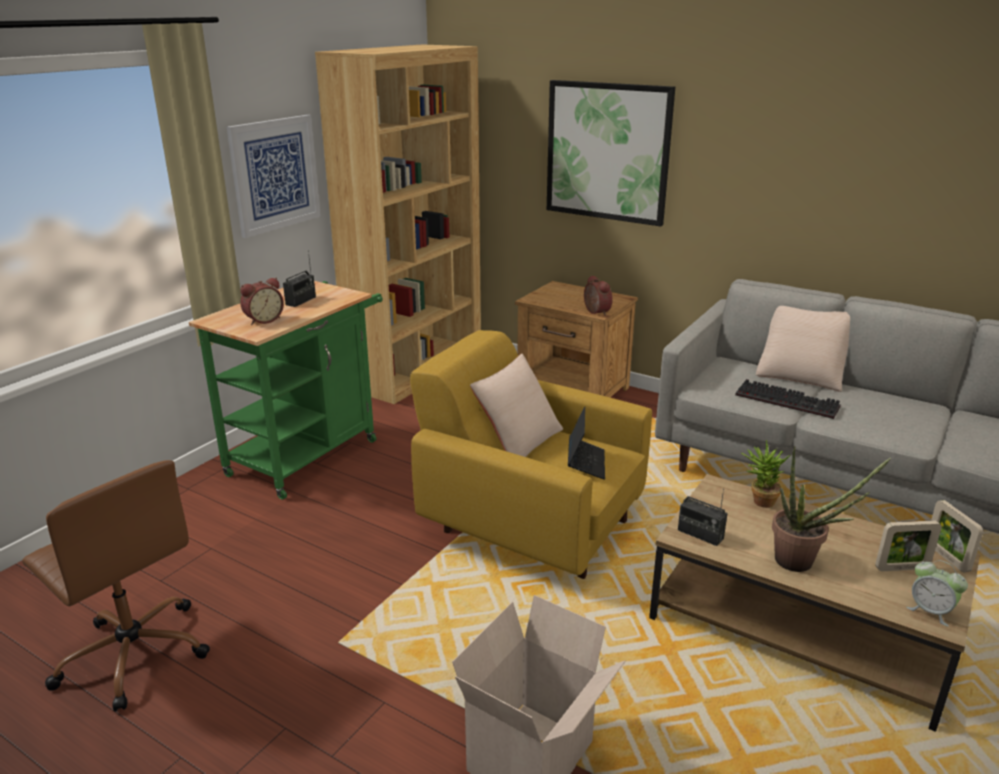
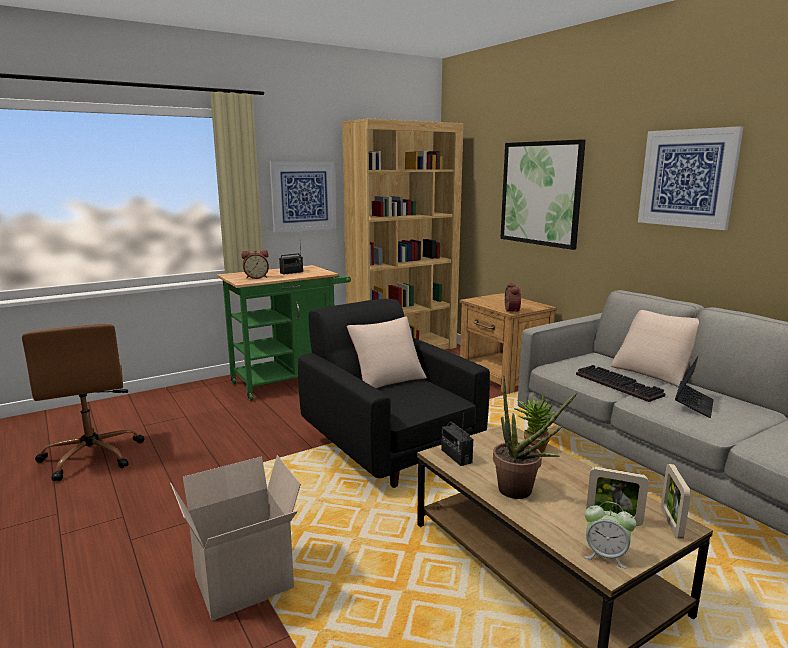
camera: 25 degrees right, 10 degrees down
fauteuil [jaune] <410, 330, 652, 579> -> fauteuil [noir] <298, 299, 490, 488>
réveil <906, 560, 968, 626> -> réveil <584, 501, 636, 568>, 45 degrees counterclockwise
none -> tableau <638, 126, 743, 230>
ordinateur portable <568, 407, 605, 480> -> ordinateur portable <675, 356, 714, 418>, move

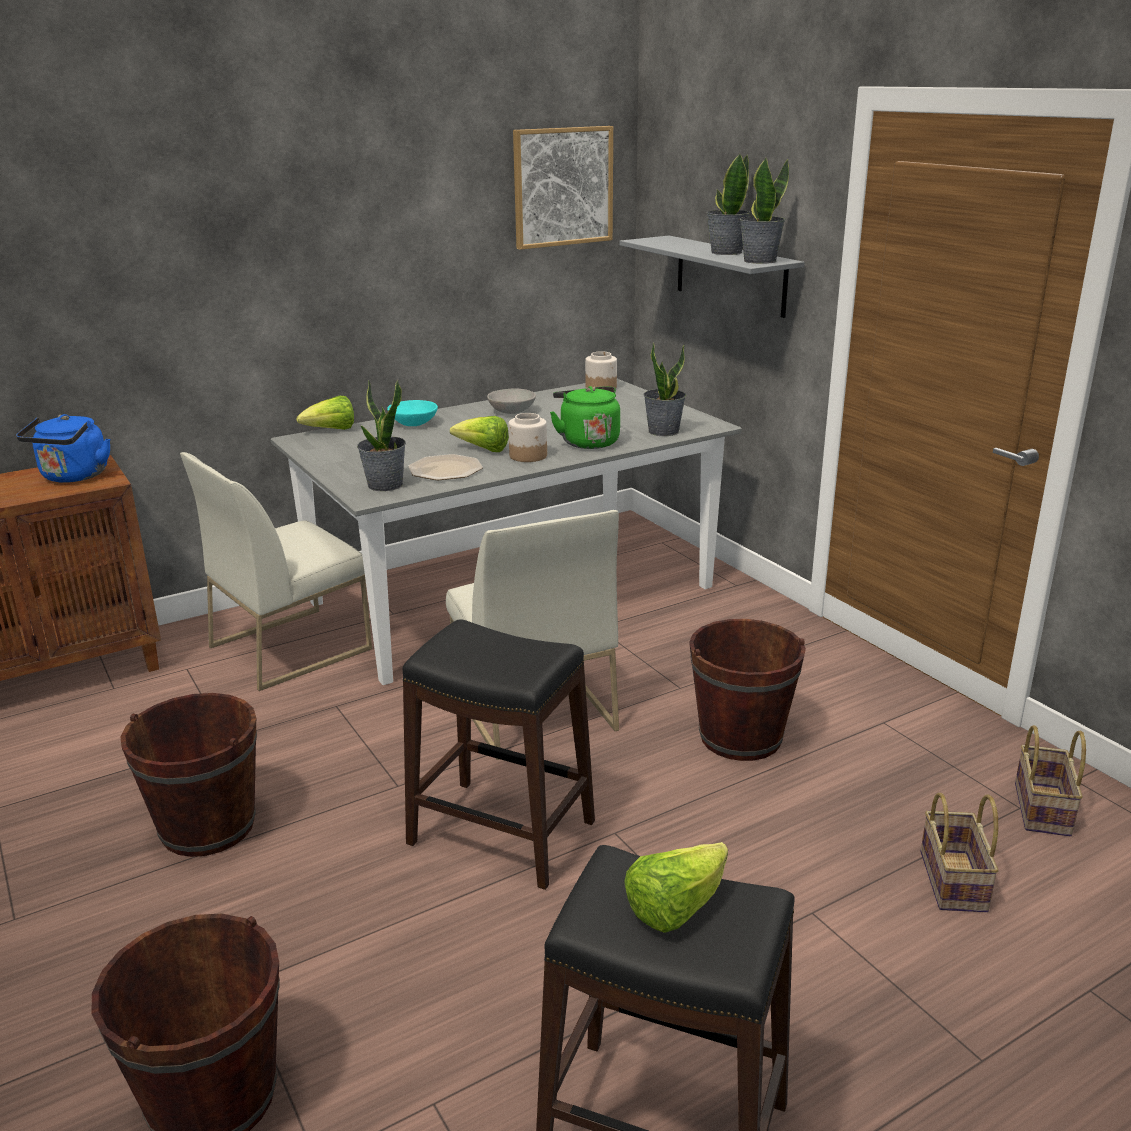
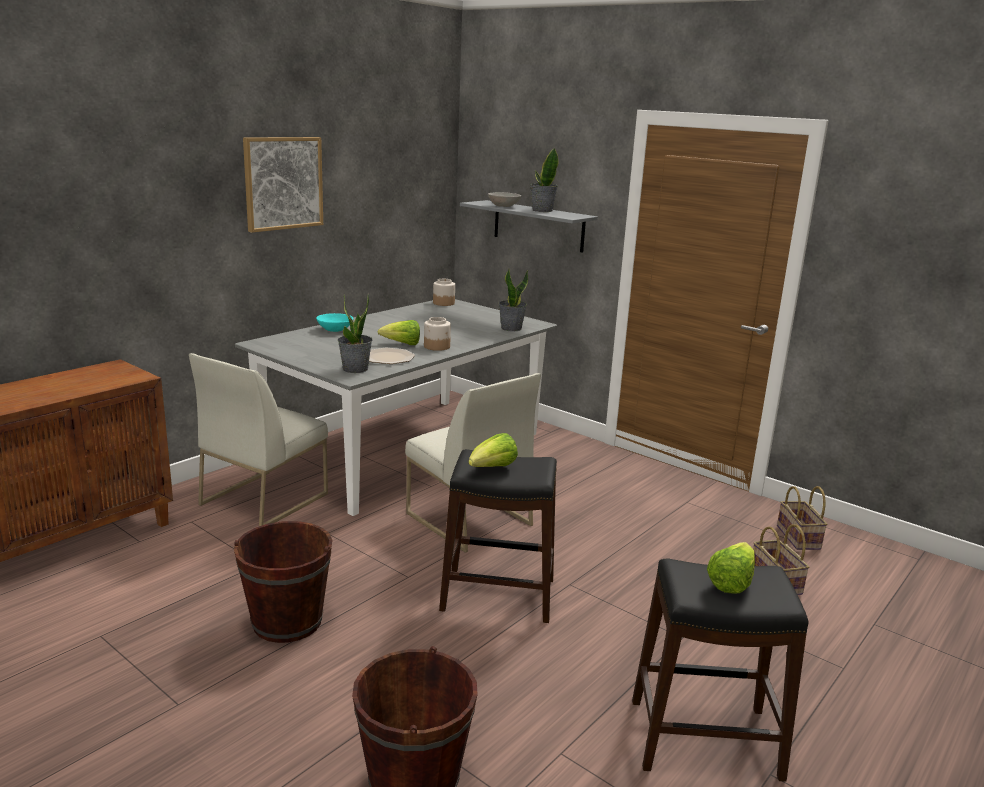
camera: 20 degrees left, 5 degrees down
tableau <513, 126, 613, 250> -> tableau <243, 137, 323, 233>, move
laitue <297, 396, 354, 430> -> laitue <468, 433, 518, 467>, move
bol [gris] <487, 388, 536, 414> -> bol [gris] <488, 192, 521, 207>, move
bouilloire [bleu] <16, 414, 110, 483> -> none
bouilloire [vert] <550, 386, 620, 449> -> none
seau [marron] <689, 619, 806, 761> -> none
plante en pot <740, 157, 789, 264> -> none

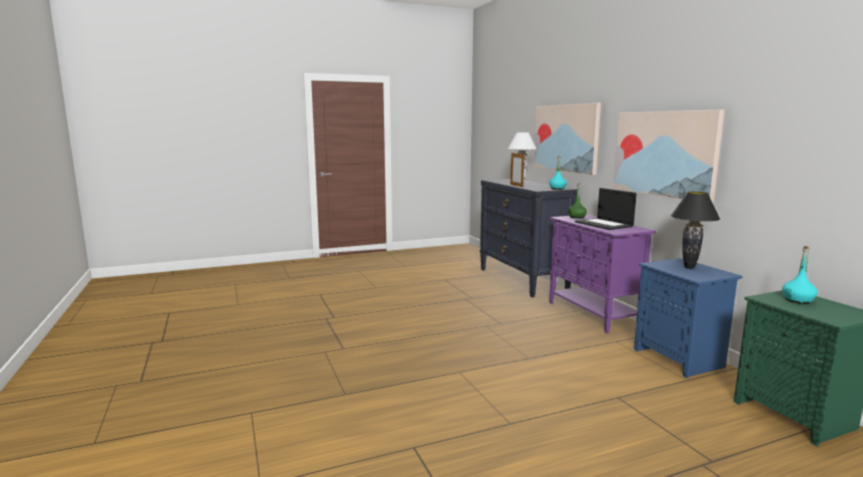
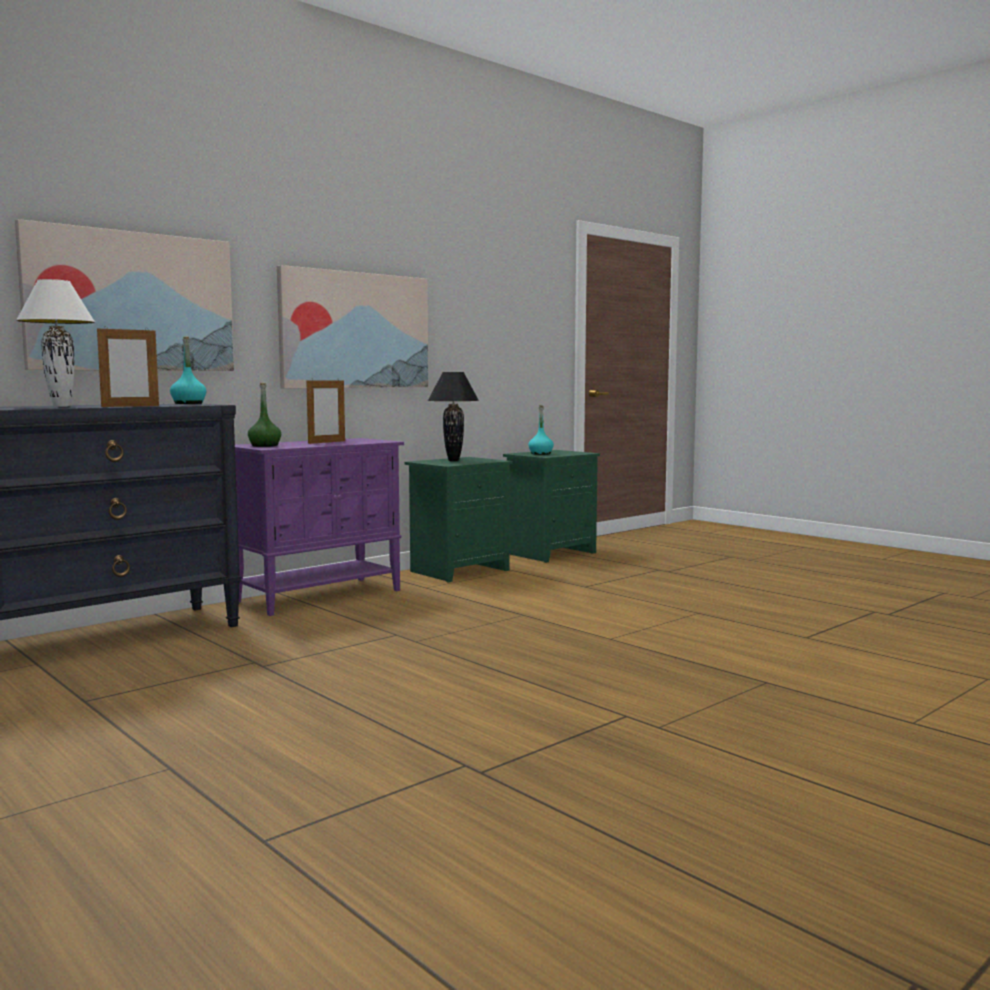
camera: 110 degrees left, 5 degrees down
ordinateur portable <575, 188, 637, 230> -> cadre photo <306, 378, 345, 444>
table de chevet [bleu] <634, 258, 742, 378> -> table de chevet [vert] <405, 457, 512, 582>

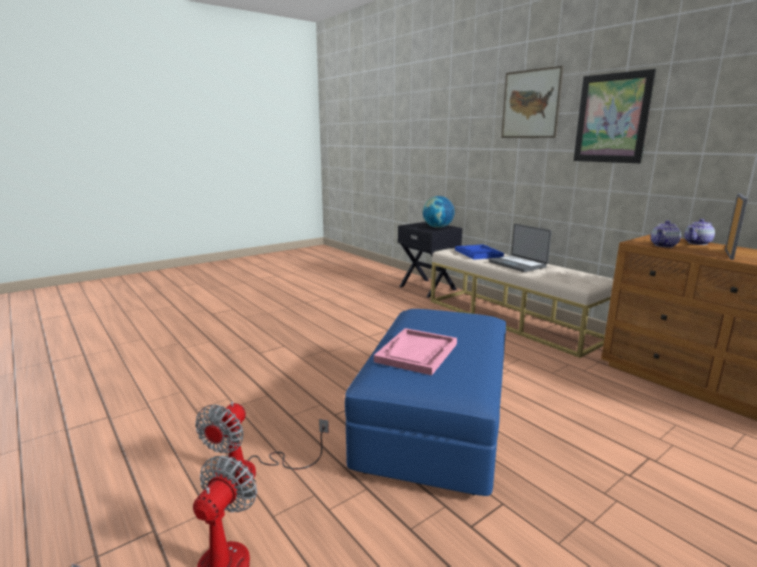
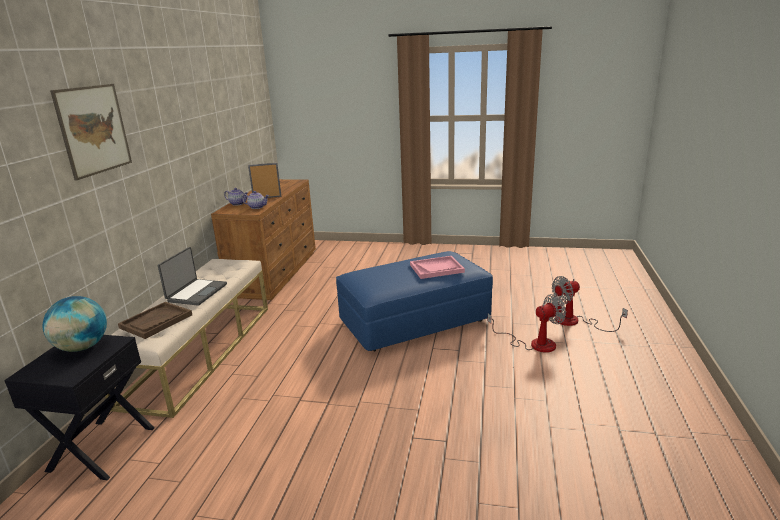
camera: 130 degrees left, 5 degrees up
plateau [bleu] <455, 244, 504, 260> -> plateau [marron] <118, 302, 192, 339>
tableau <573, 69, 656, 163> -> none

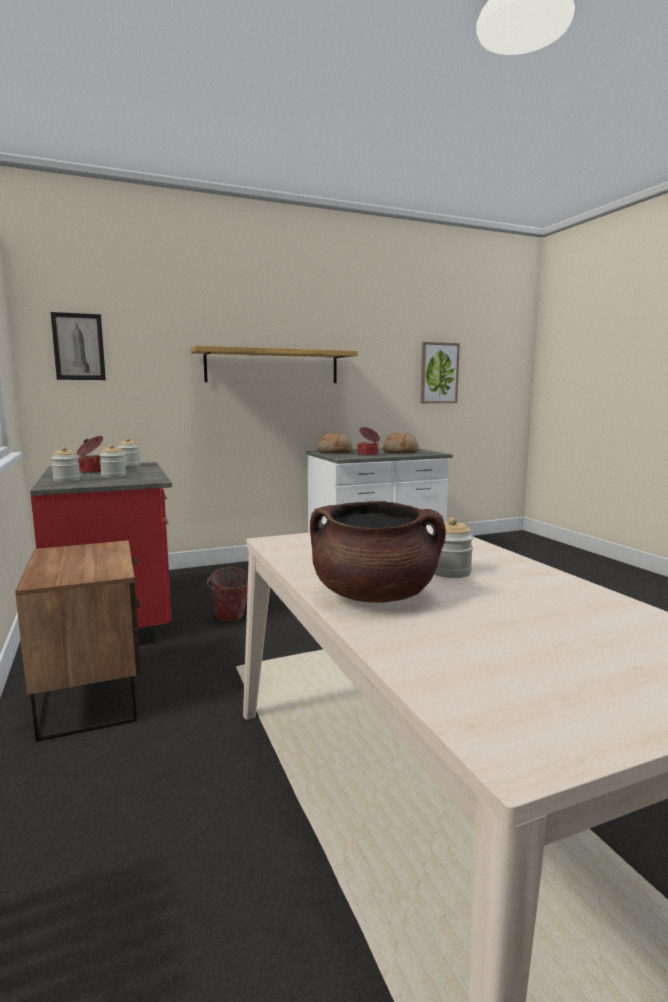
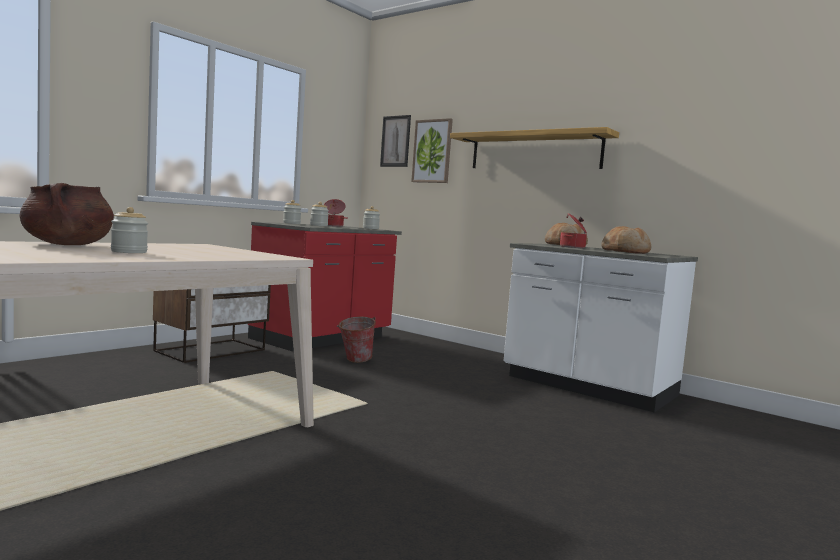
camera: 60 degrees right, 5 degrees down
tableau <420, 342, 460, 403> -> tableau <411, 118, 453, 183>, move

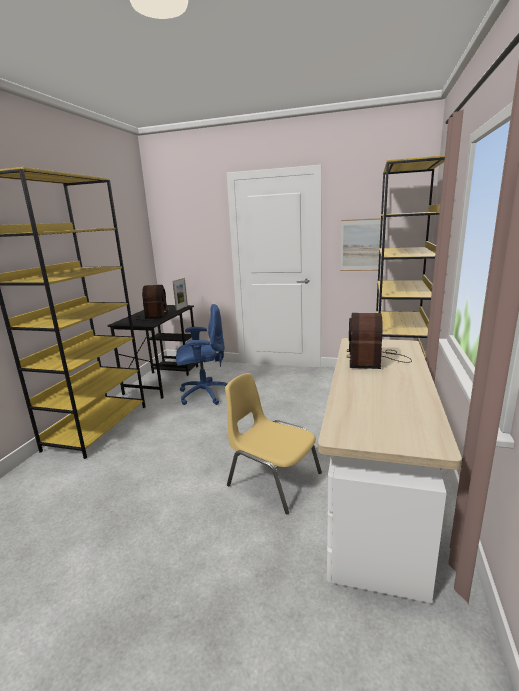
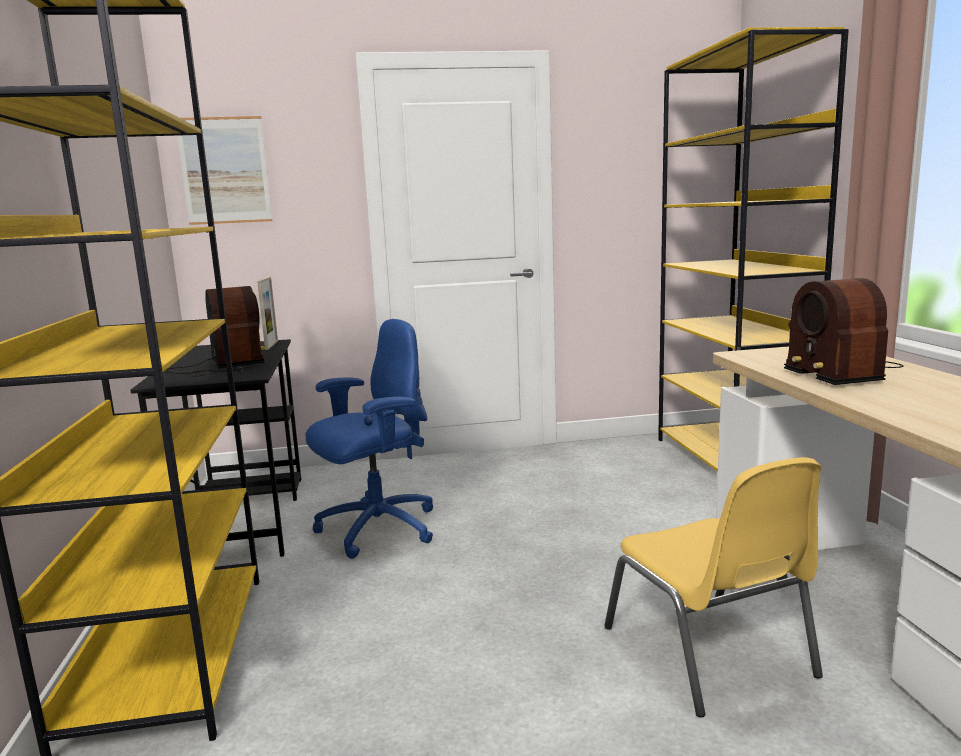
camera: 25 degrees left, 5 degrees down
tableau <340, 218, 384, 271> -> tableau <178, 116, 272, 225>, move
chaise [jaune] <225, 373, 322, 514> -> chaise [jaune] <604, 457, 823, 717>, 120 degrees counterclockwise

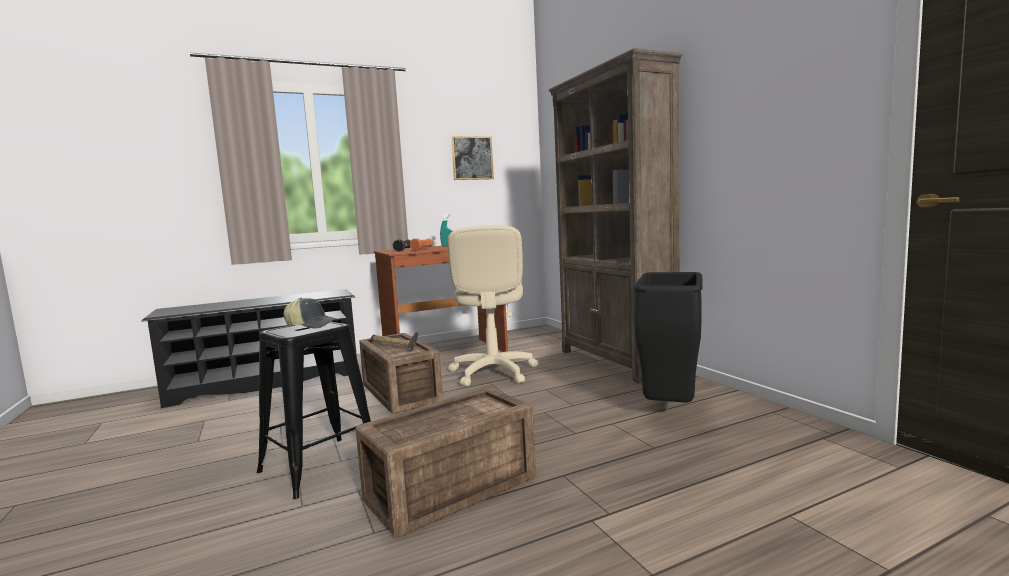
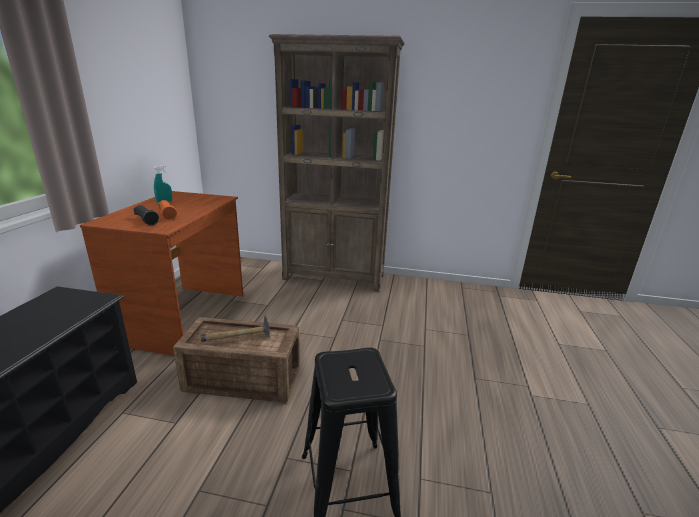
camera: 55 degrees left, 15 degrees up
casquette <284, 298, 339, 329> -> none
caisse <355, 387, 536, 538> -> none
chaise de bureau [beige] <447, 225, 538, 386> -> none
tableau <451, 136, 494, 180> -> none
poubelle [noir] <633, 272, 703, 403> -> none

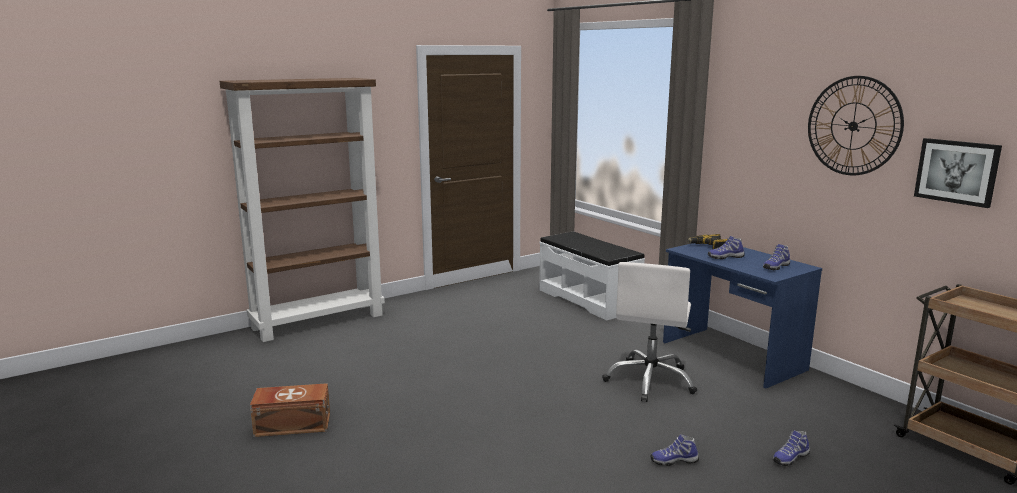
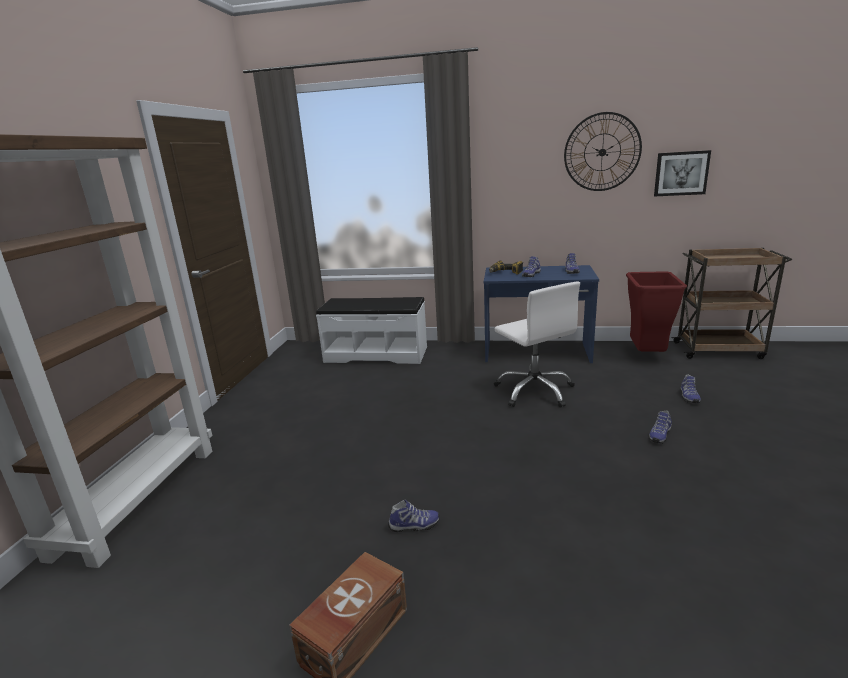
camera: 45 degrees left, 5 degrees up
none -> chaussure <388, 500, 440, 532>
none -> poubelle [rouge] <626, 271, 687, 352>

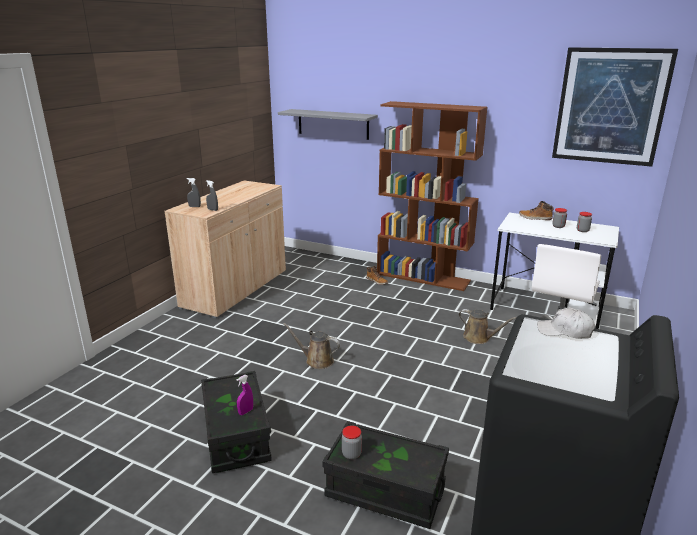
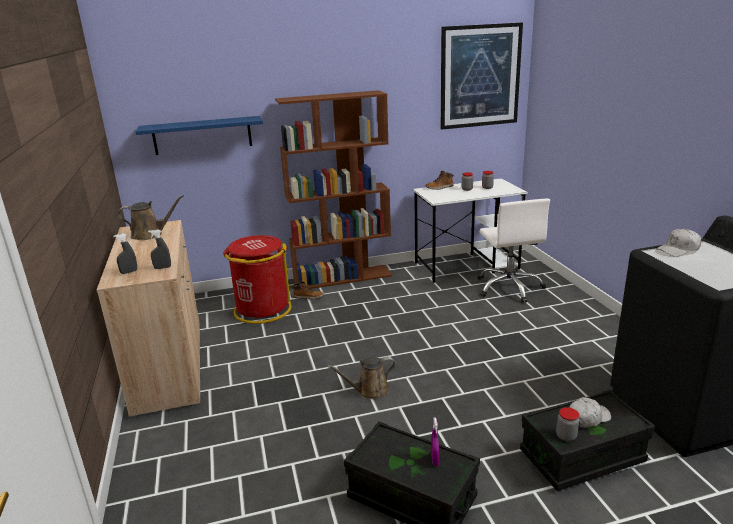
camera: 40 degrees left, 0 degrees up
arrosoir [marron] <459, 309, 517, 344> -> arrosoir [marron] <118, 195, 184, 240>, move
étagère [gris] <278, 109, 378, 140> -> étagère [bleu] <136, 116, 263, 155>
none -> poubelle [rouge] <223, 235, 292, 324>
none -> casquette [blanc] <569, 397, 611, 428>

